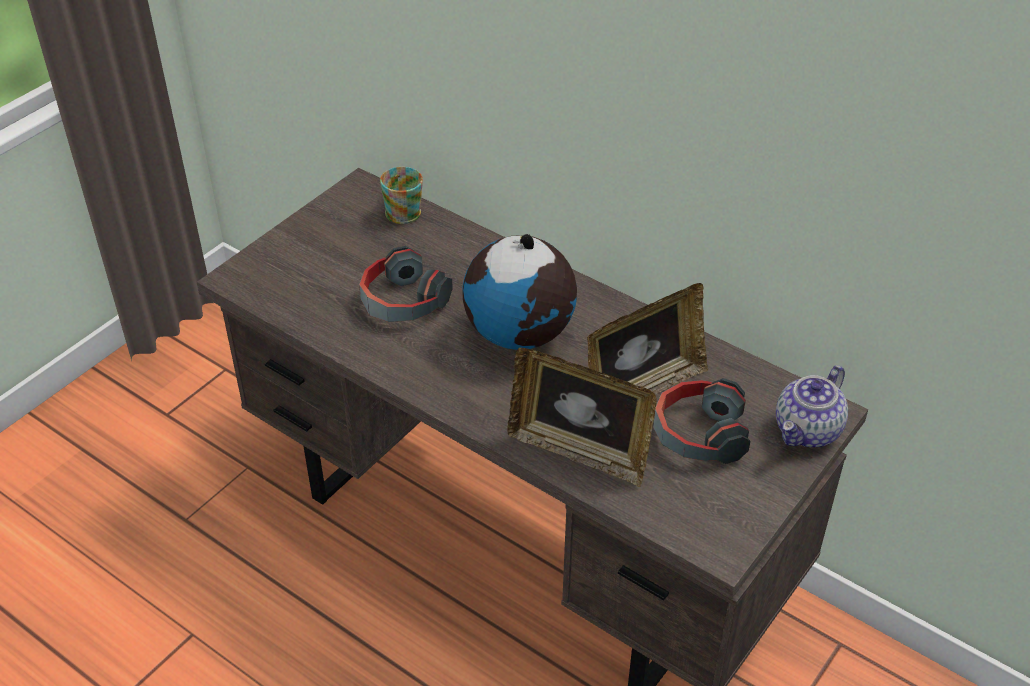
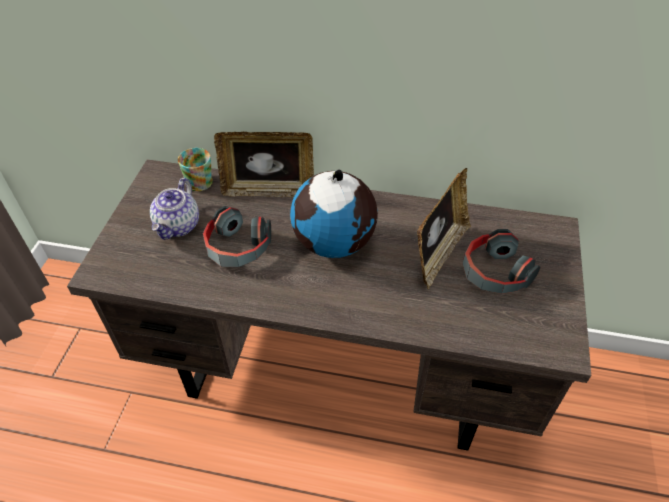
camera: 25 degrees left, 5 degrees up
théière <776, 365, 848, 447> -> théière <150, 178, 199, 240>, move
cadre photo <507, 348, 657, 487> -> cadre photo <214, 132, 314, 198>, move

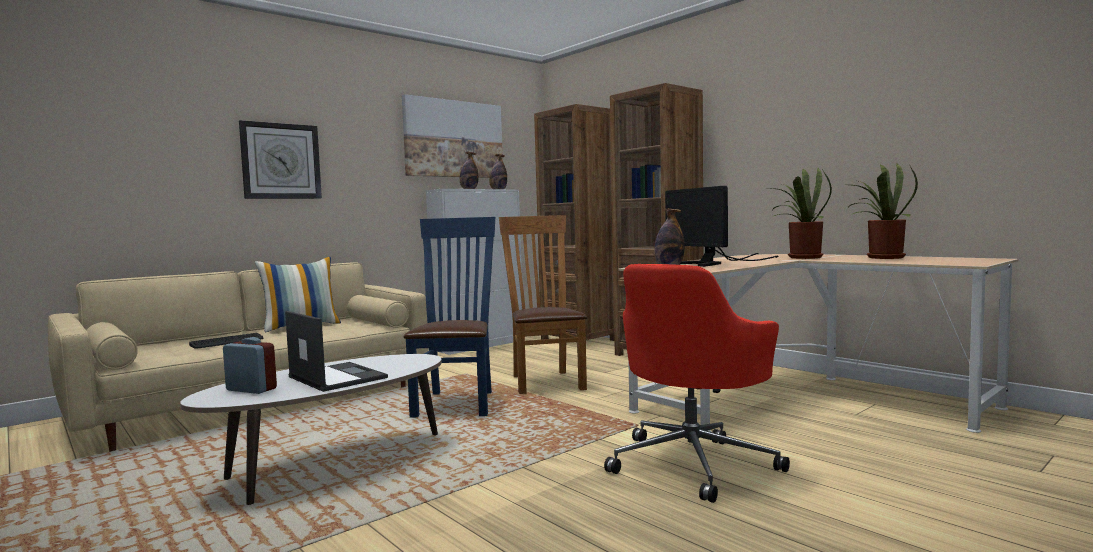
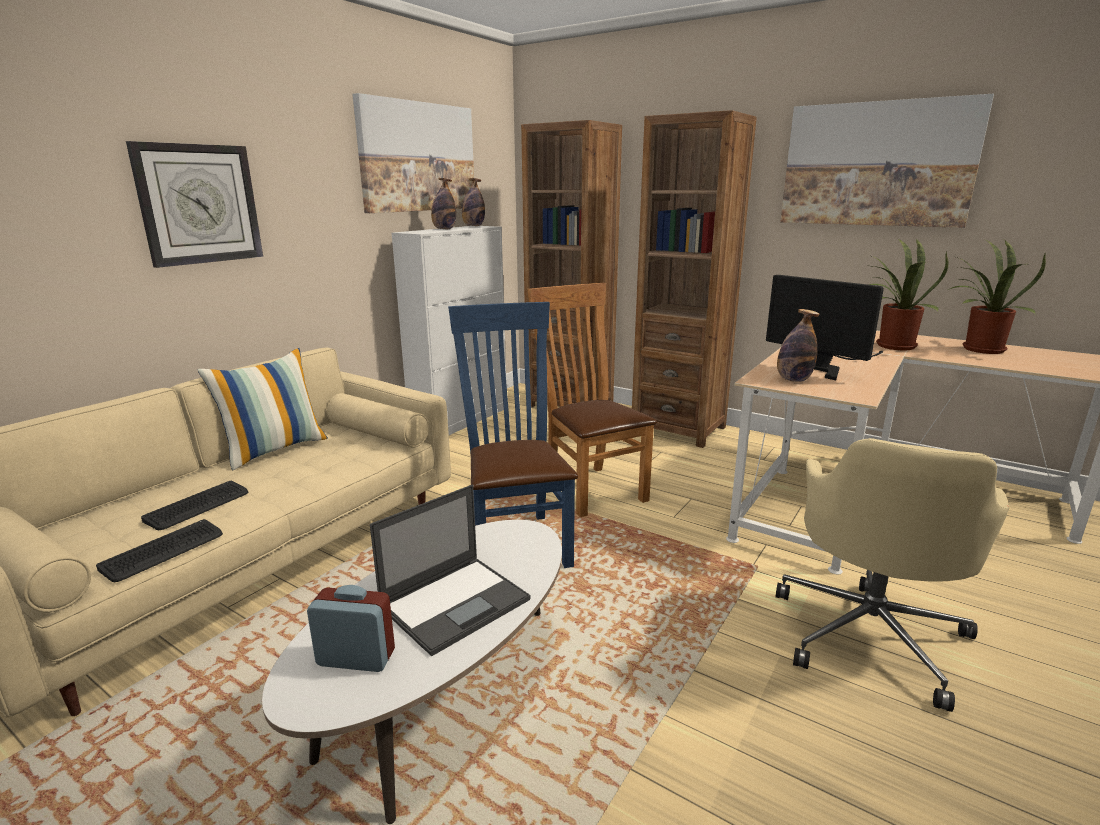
camera: 15 degrees left, 15 degrees up
none -> clavier <96, 519, 223, 582>
ordinateur portable <285, 311, 388, 392> -> ordinateur portable <370, 485, 531, 656>, 105 degrees clockwise
chaise de bureau [rouge] <604, 264, 790, 503> -> chaise de bureau [beige] <775, 438, 1009, 712>
none -> tableau <780, 94, 994, 228>

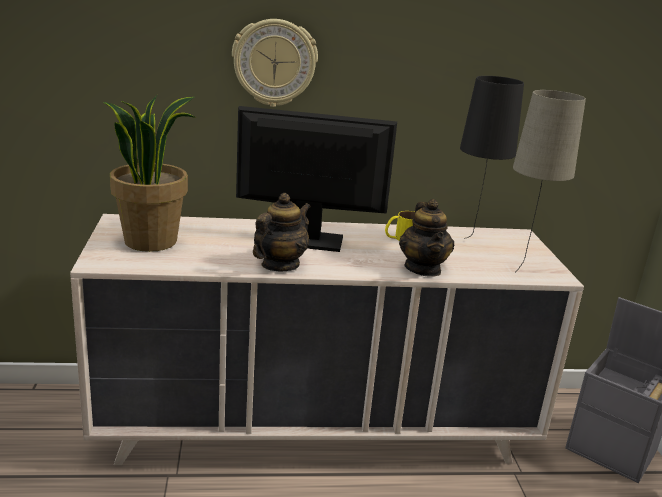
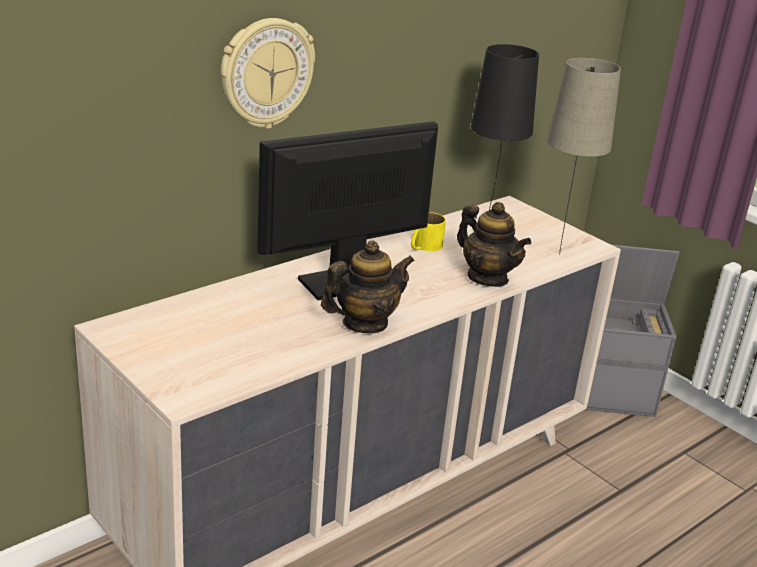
camera: 35 degrees left, 5 degrees up
théière <253, 193, 311, 272> -> théière <321, 240, 415, 334>, 60 degrees clockwise
plante en pot <103, 95, 196, 252> -> none

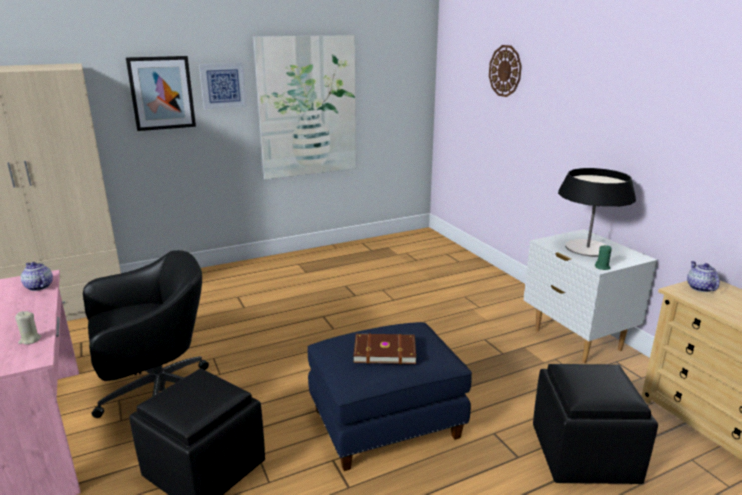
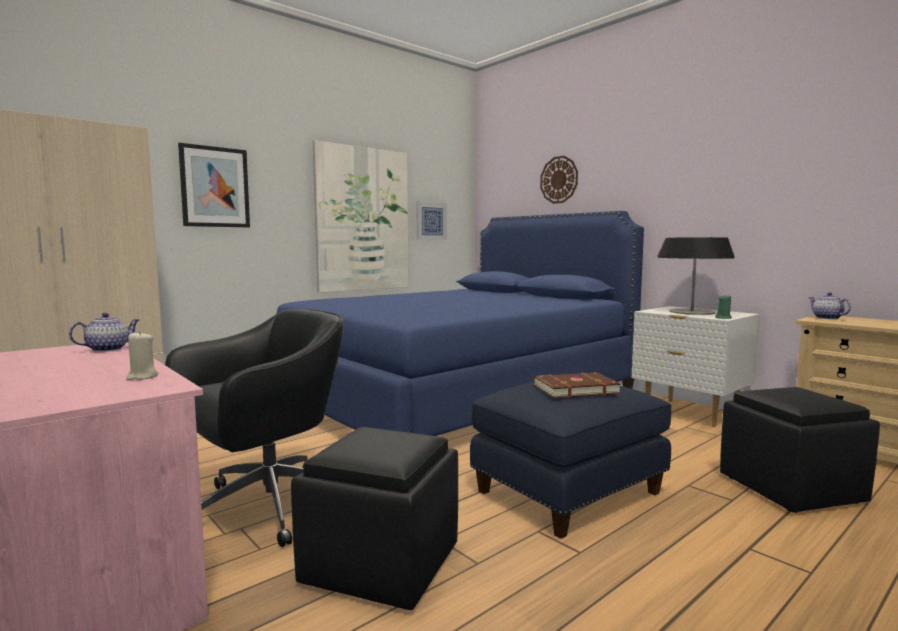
camera: 15 degrees left, 15 degrees down
théière <21, 262, 53, 291> -> théière <69, 313, 139, 352>, 105 degrees clockwise
none -> lit [bleu] <277, 211, 644, 436>
tableau <199, 63, 247, 109> -> tableau <416, 201, 447, 240>, move

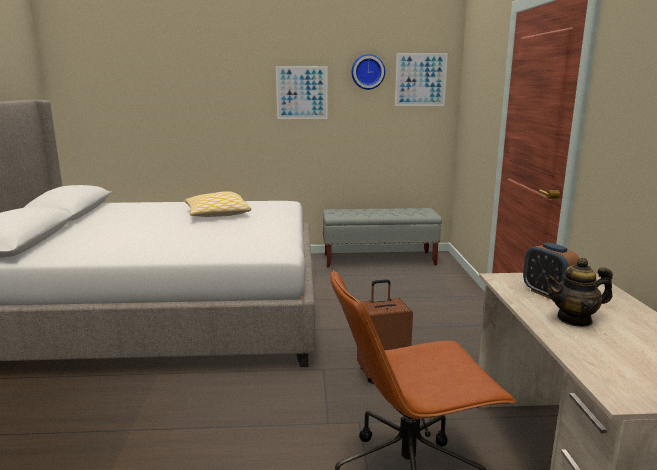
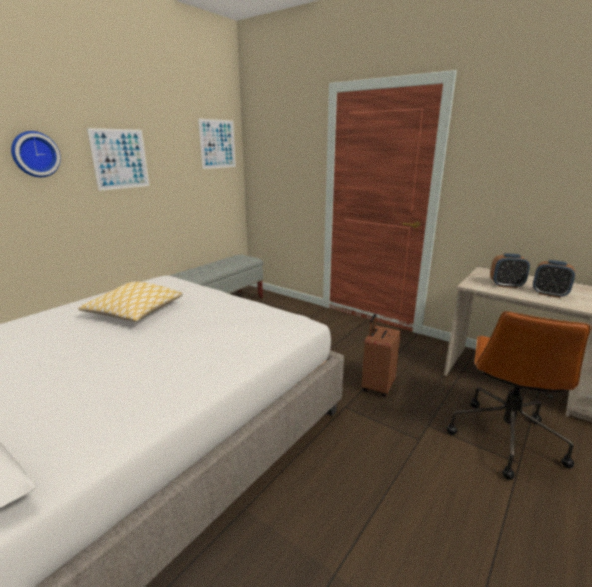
camera: 50 degrees left, 5 degrees up
horloge murale <352, 54, 385, 90> -> horloge murale <11, 131, 61, 177>, move
théière <546, 258, 613, 327> -> réveil <533, 260, 575, 298>

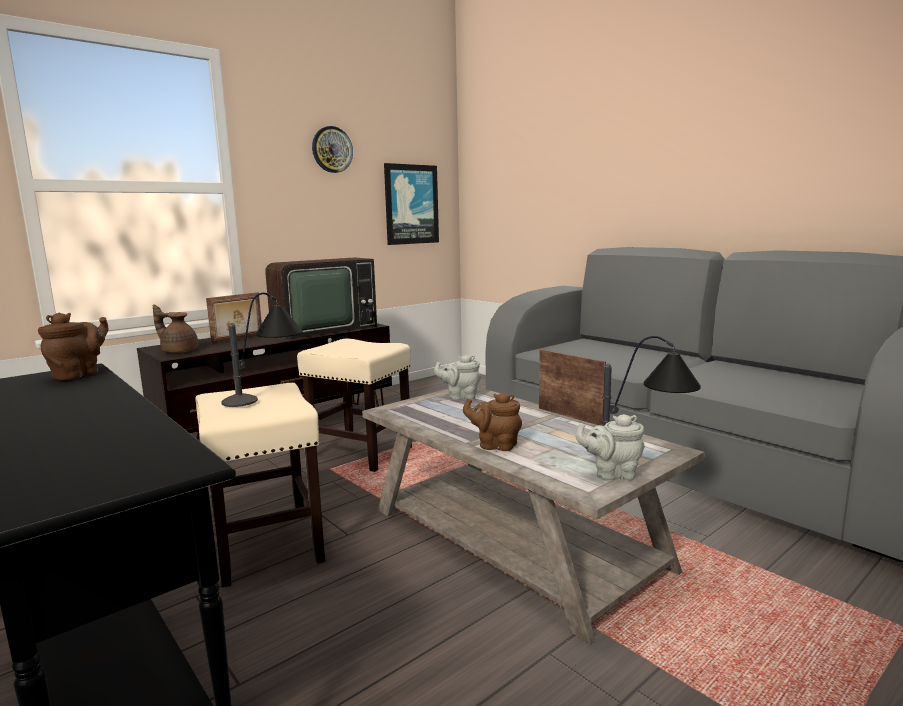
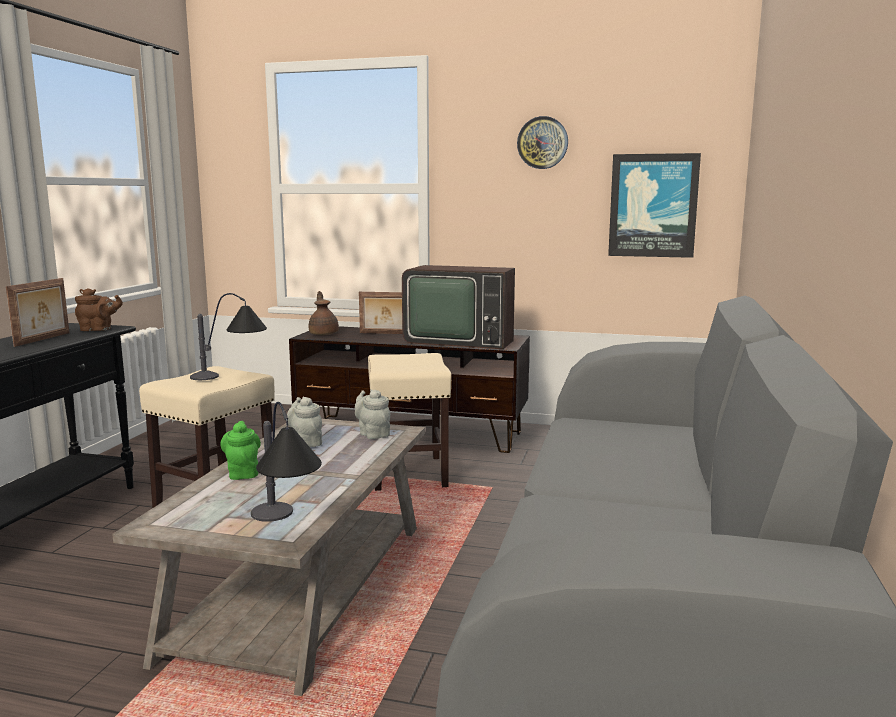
camera: 55 degrees right, 0 degrees up
cadre photo <539, 349, 606, 426> -> cadre photo <6, 278, 70, 347>, move
théière [marron] <463, 393, 522, 451> -> théière [vert] <220, 421, 261, 480>
théière [gris] <575, 414, 645, 481> -> théière [gris] <287, 397, 322, 447>, move

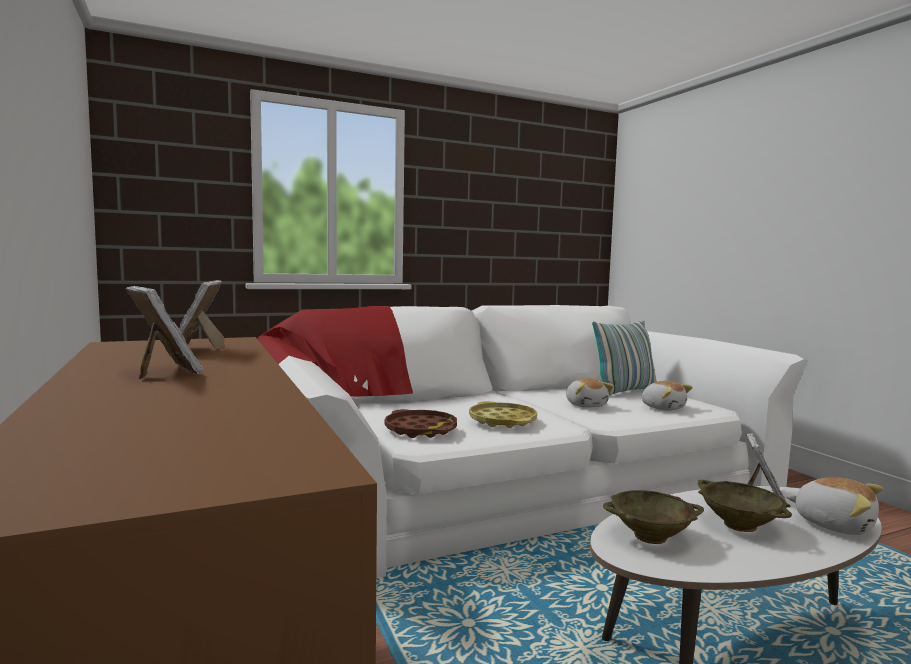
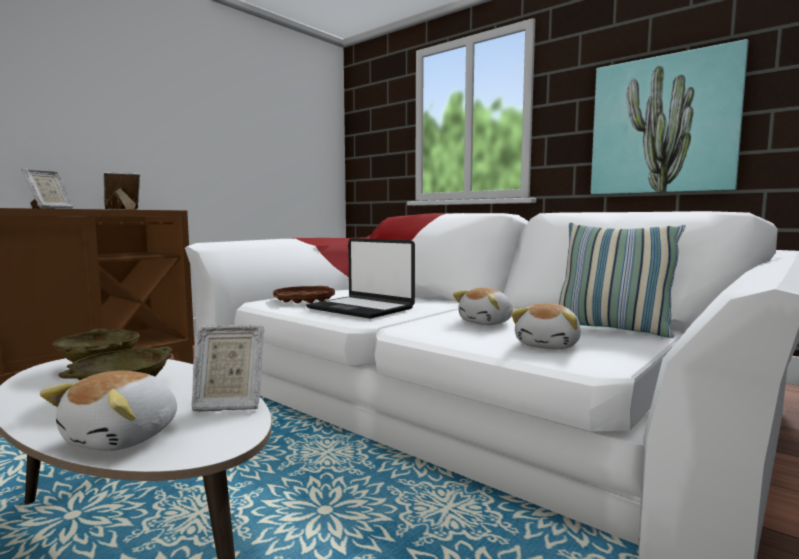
camera: 65 degrees right, 0 degrees up
plateau [jaune] <469, 401, 537, 428> -> ordinateur portable <306, 238, 415, 319>
none -> tableau <591, 39, 749, 194>

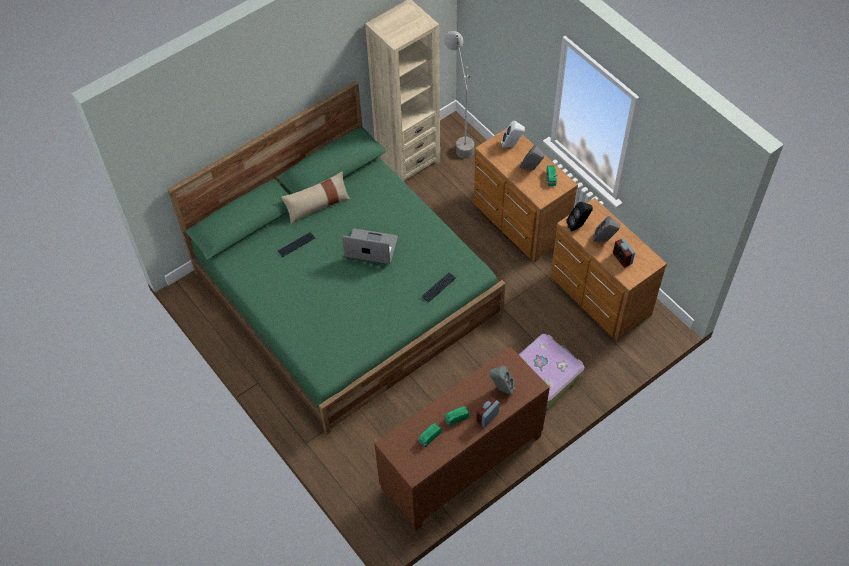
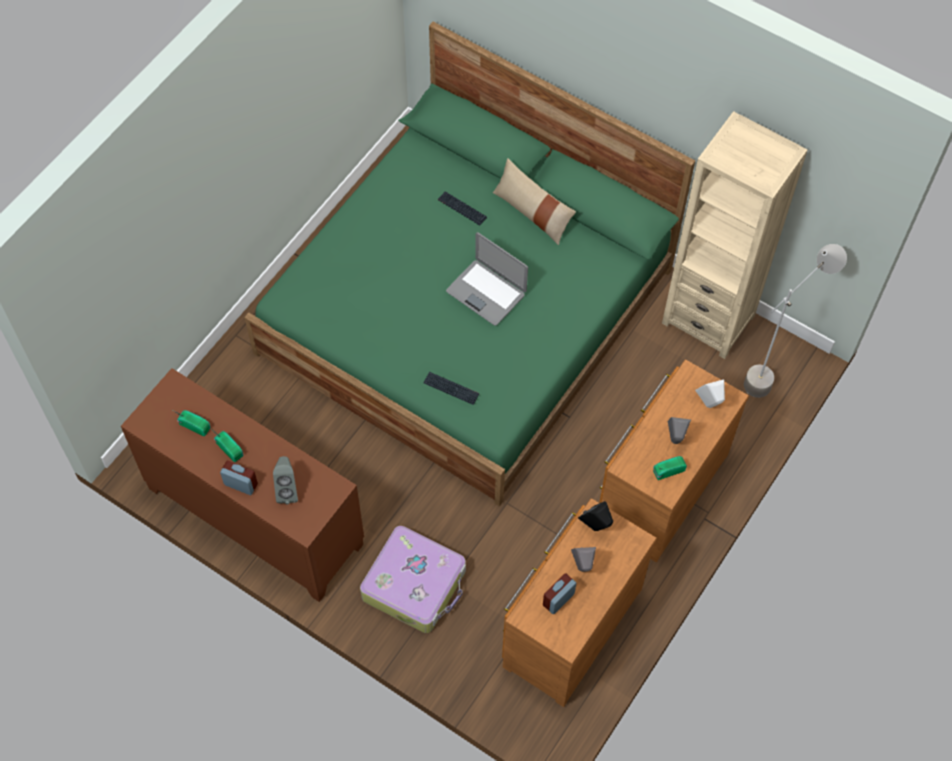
camera: 70 degrees right, 5 degrees up
ordinateur portable <342, 228, 398, 264> -> ordinateur portable <446, 232, 528, 326>, 135 degrees clockwise

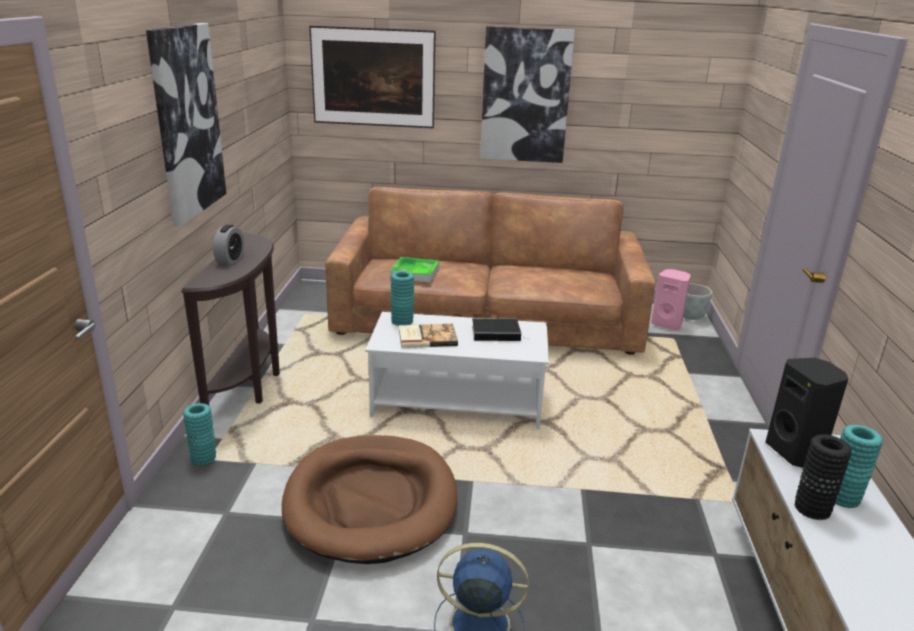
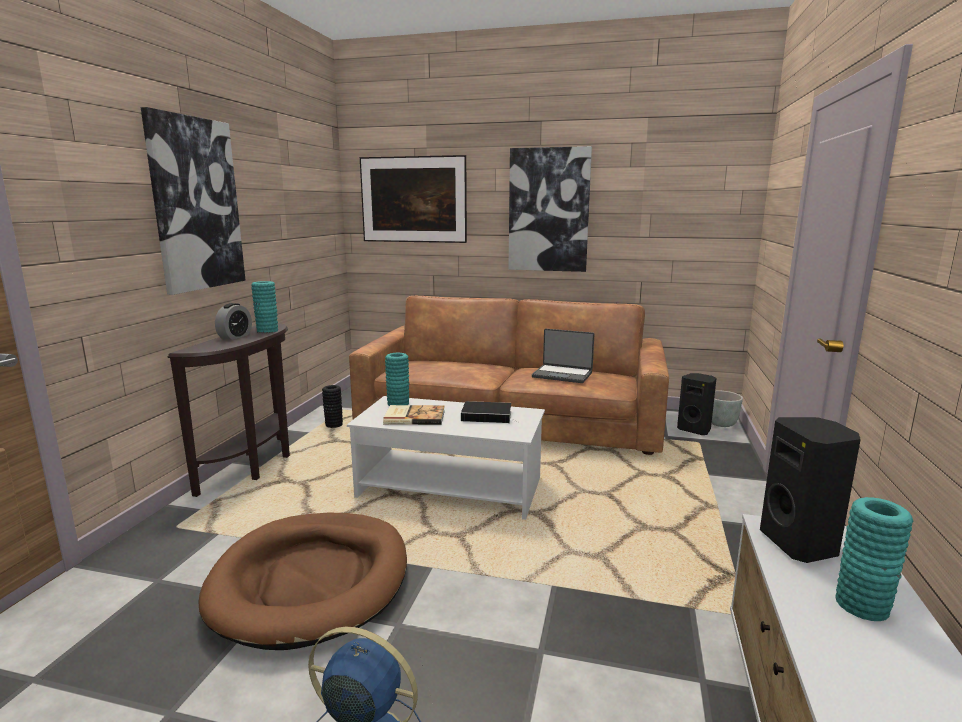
camera: 10 degrees right, 10 degrees down
vase [turquoise] <183, 403, 216, 466> -> vase [turquoise] <251, 281, 278, 333>, move
vase [noir] <795, 434, 852, 520> -> vase [noir] <322, 385, 343, 428>, move
none -> ordinateur portable <532, 329, 594, 383>
enceinte [rose] <651, 269, 691, 330> -> enceinte [noir] <677, 373, 717, 435>
plateau <390, 257, 439, 283> -> none

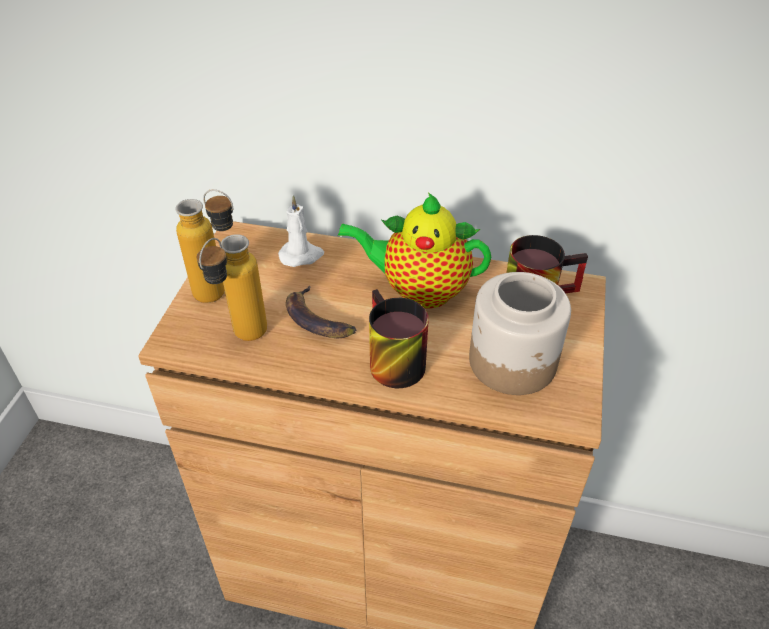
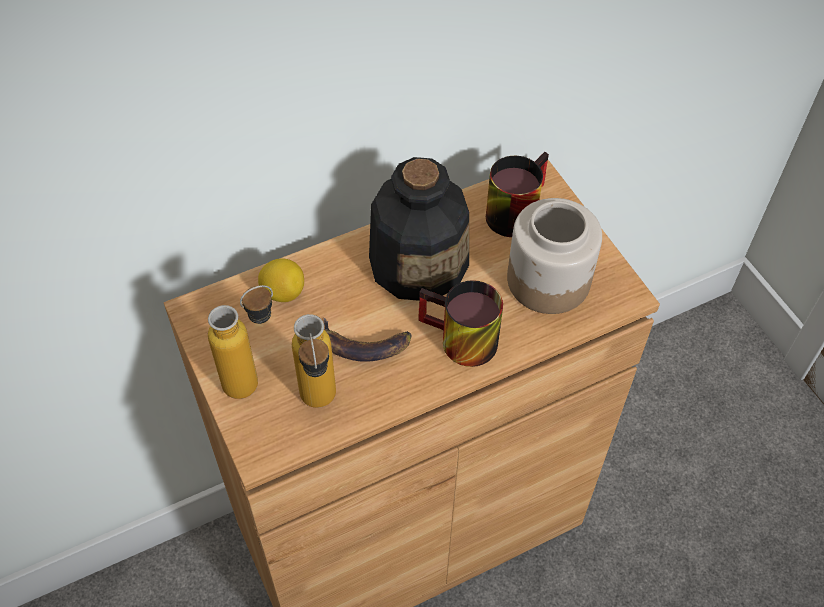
camera: 40 degrees left, 10 degrees up
bougie [blanc] <278, 195, 324, 267> -> citron <258, 258, 304, 302>
théière <338, 192, 491, 308> -> bouteille <369, 157, 469, 301>

